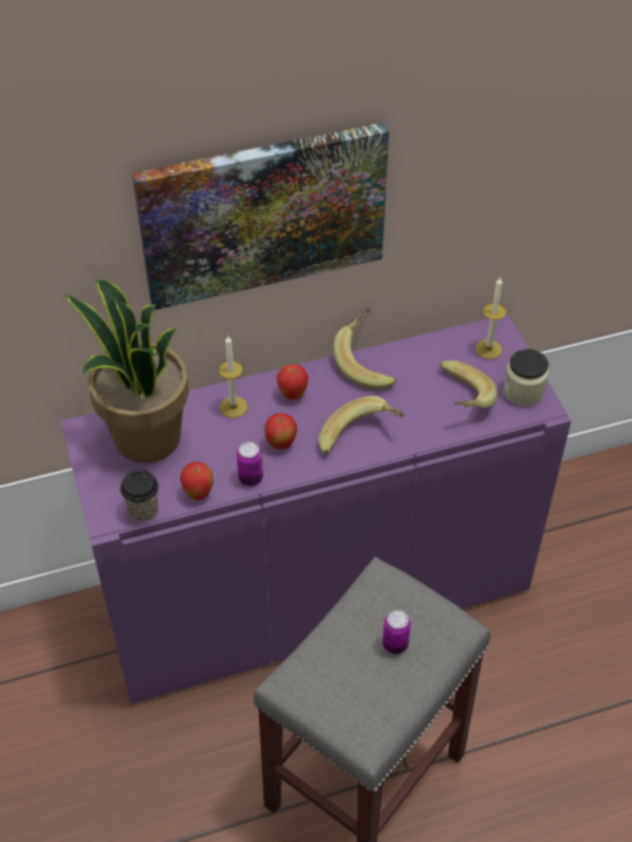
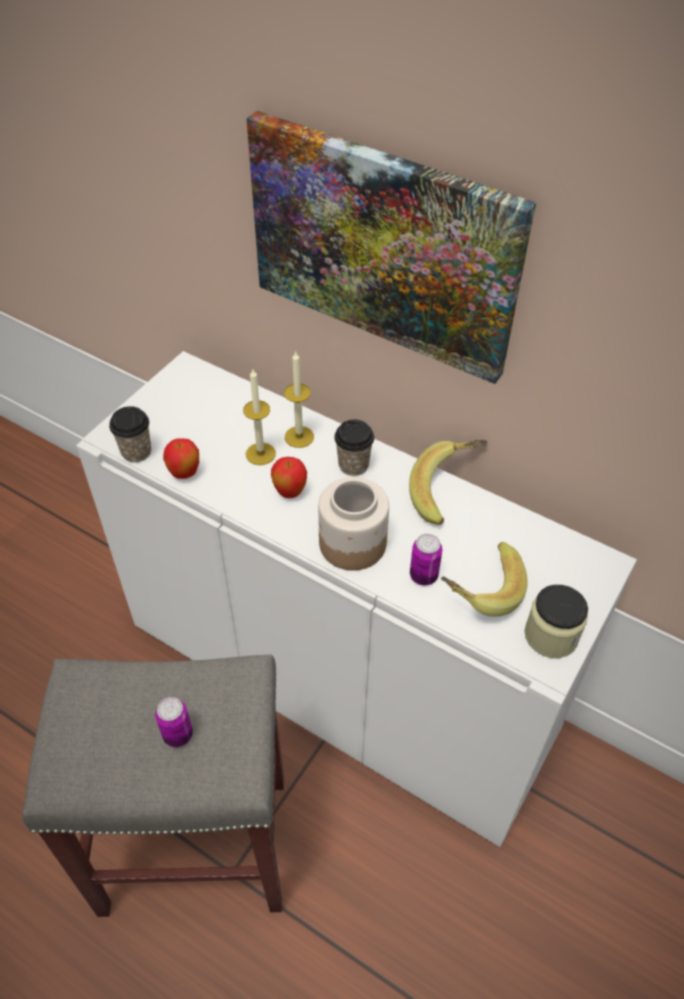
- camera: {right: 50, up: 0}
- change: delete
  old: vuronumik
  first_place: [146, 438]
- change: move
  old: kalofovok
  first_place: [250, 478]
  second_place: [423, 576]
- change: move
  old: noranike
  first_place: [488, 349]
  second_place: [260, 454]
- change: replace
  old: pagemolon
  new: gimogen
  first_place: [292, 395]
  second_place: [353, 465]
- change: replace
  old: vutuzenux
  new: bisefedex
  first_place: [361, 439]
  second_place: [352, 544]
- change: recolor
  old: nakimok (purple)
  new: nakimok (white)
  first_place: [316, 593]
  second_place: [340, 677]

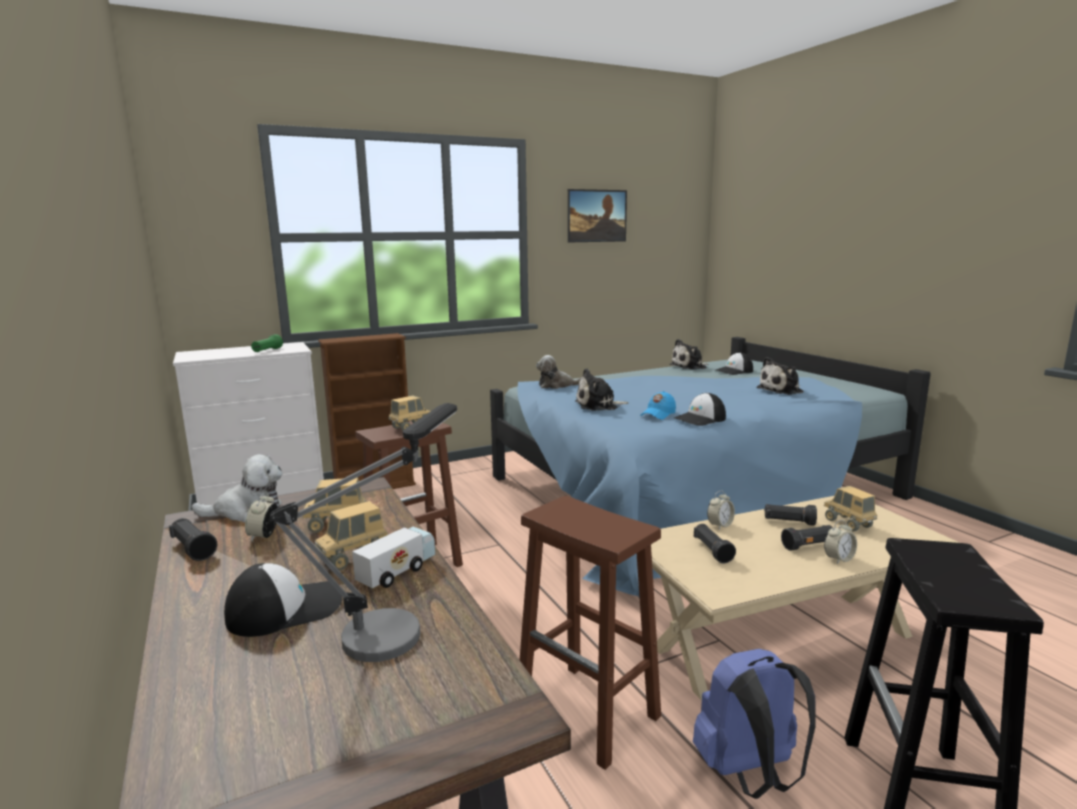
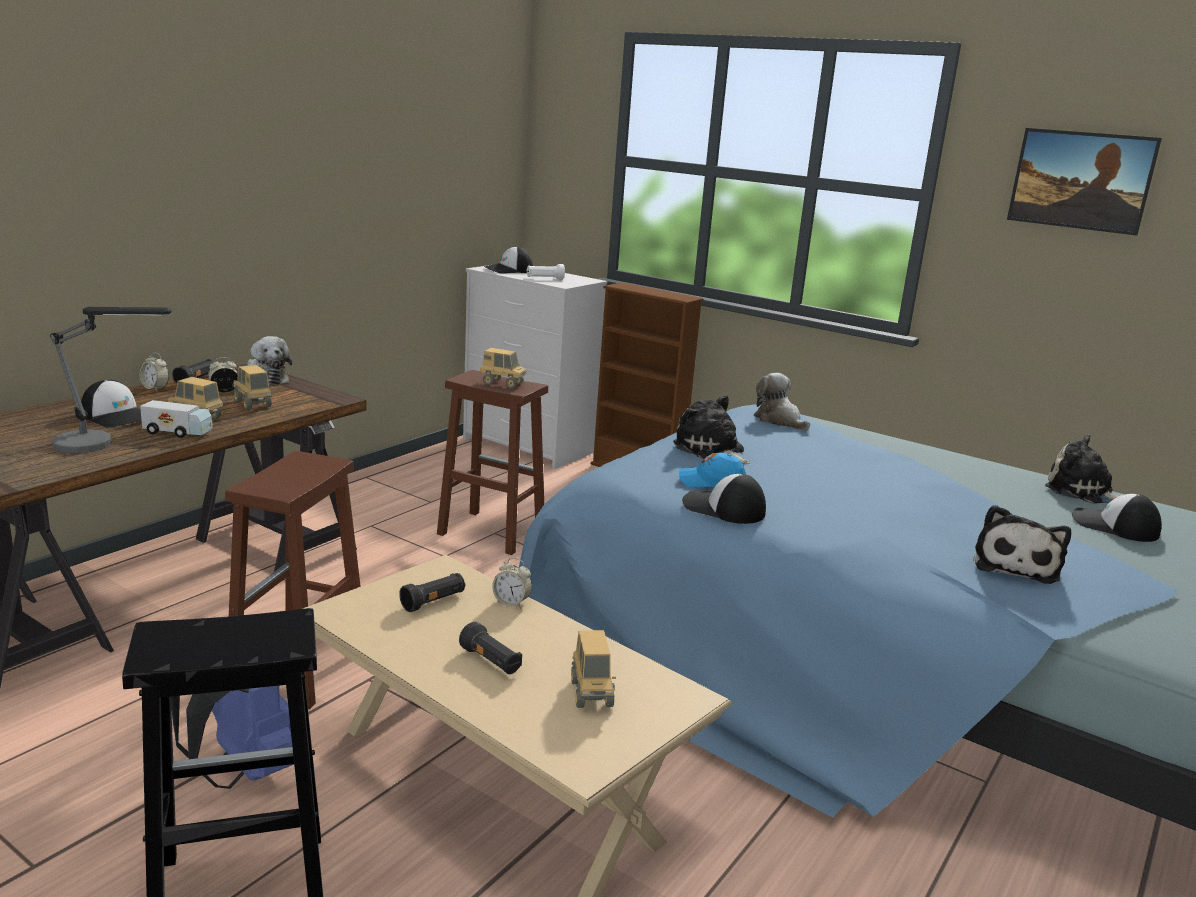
- camera: {right: 60, up: 5}
- change: delete
  old: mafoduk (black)
  first_place: [788, 522]
- change: insert
  new: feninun
  second_place: [508, 270]
- change: move
  old: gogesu
  first_place: [838, 559]
  second_place: [155, 388]
- change: recolor
  old: mafoduk (green)
  new: mafoduk (white)
  first_place: [267, 351]
  second_place: [544, 279]
- change: rotate
  old: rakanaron
  first_place: [782, 390]
  second_place: [1015, 565]
  degrees: -105
- change: rotate
  old: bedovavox
  first_place: [848, 524]
  second_place: [591, 693]
  degrees: 135

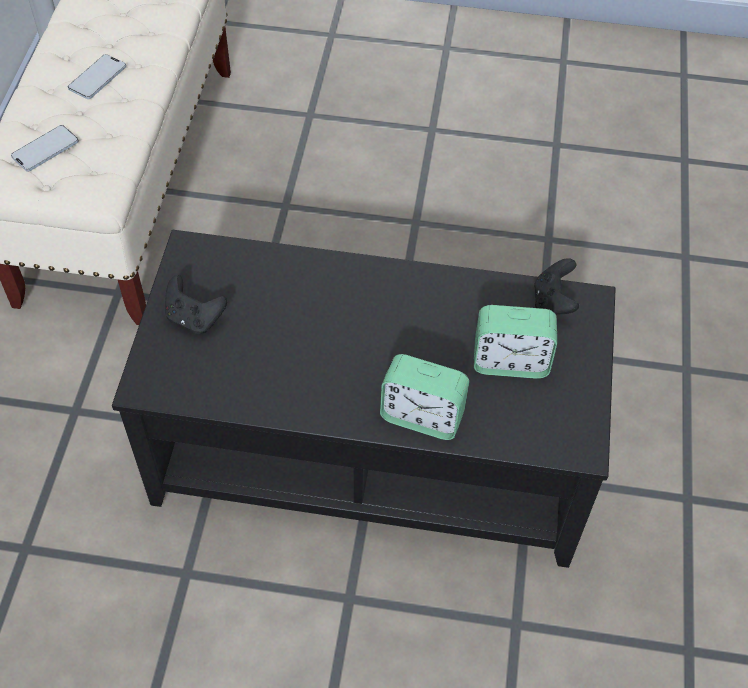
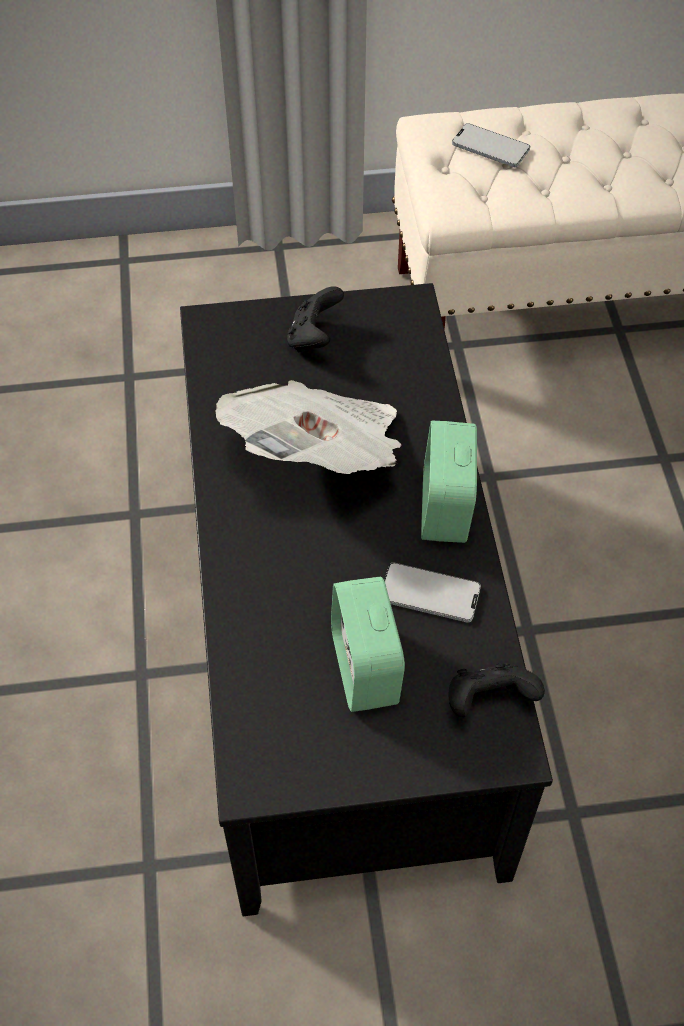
- camera: {right: 75, up: 0}
- change: insert
  new: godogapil
  second_place: [319, 455]
- change: move
  old: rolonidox
  first_place: [97, 78]
  second_place: [430, 593]
- change: move
  old: gogesu
  first_place: [422, 416]
  second_place: [445, 508]

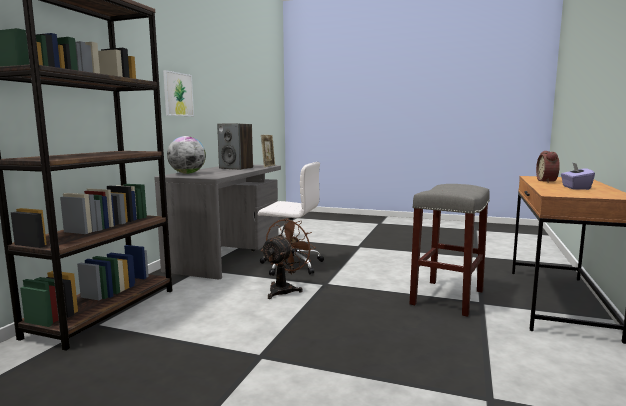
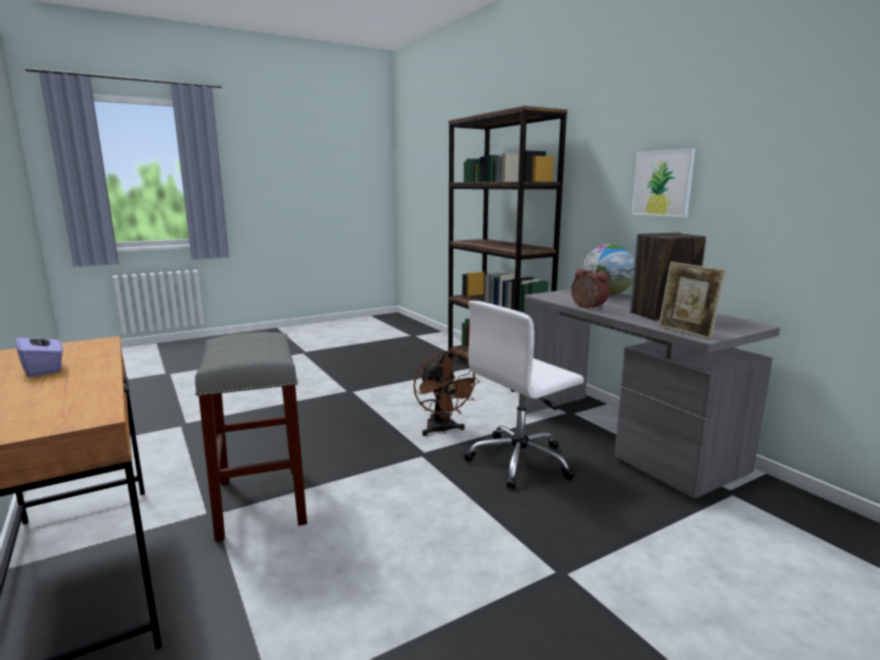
- camera: {right: 130, up: 5}
- change: move
  old: gogesu
  first_place: [548, 181]
  second_place: [587, 307]

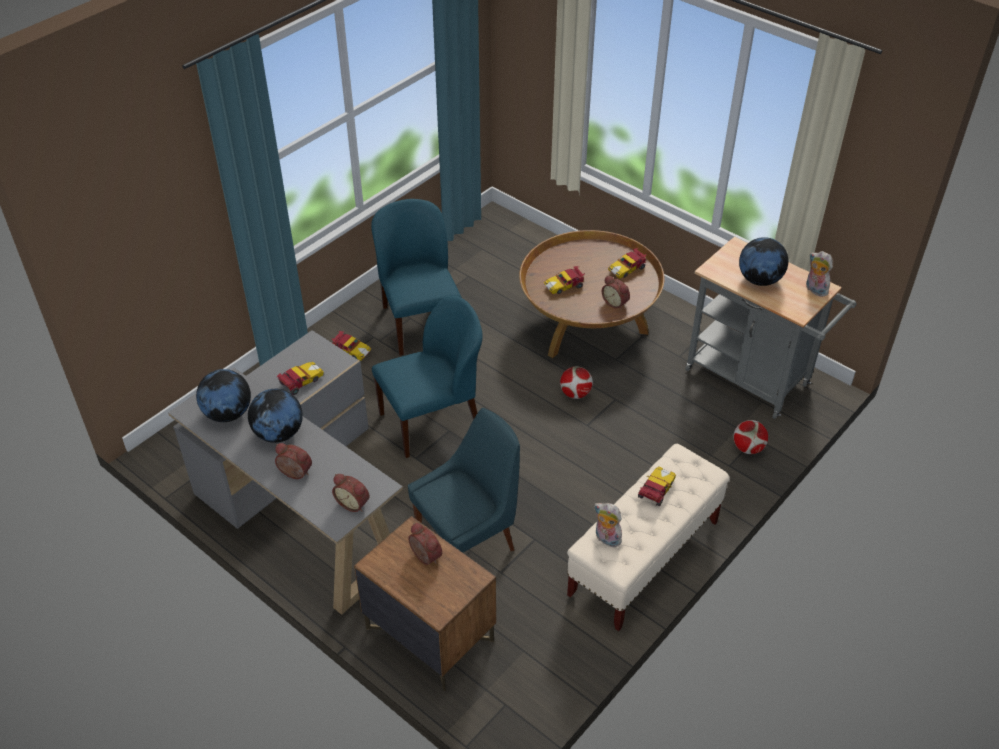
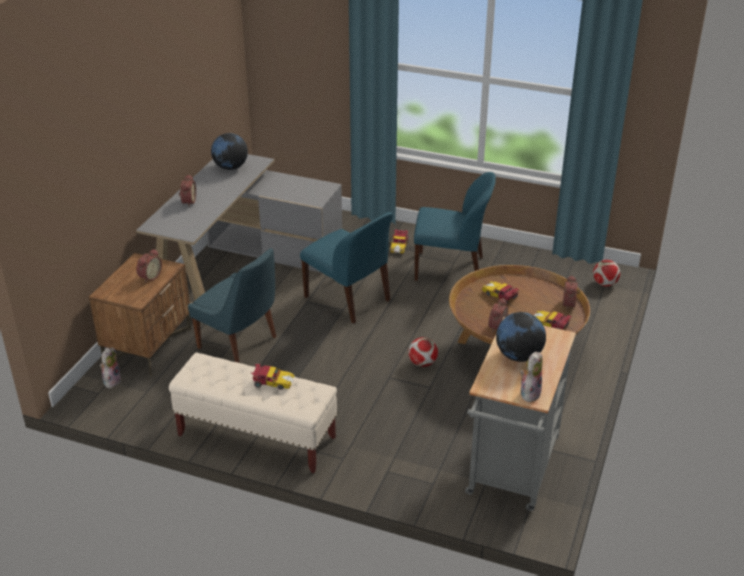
- camera: {right: 70, up: -10}
- change: delete
  old: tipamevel
  first_place: [278, 433]
- change: delete
  old: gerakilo
  first_place: [300, 382]
- change: move
  old: gogesu
  first_place: [353, 503]
  second_place: [570, 304]
- change: move
  old: rakanaron
  first_place: [606, 539]
  second_place: [111, 380]
- change: move
  old: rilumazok
  first_place: [748, 448]
  second_place: [604, 284]
- change: rotate
  old: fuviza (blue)
  first_place: [420, 323]
  second_place: [451, 268]
  degrees: 45

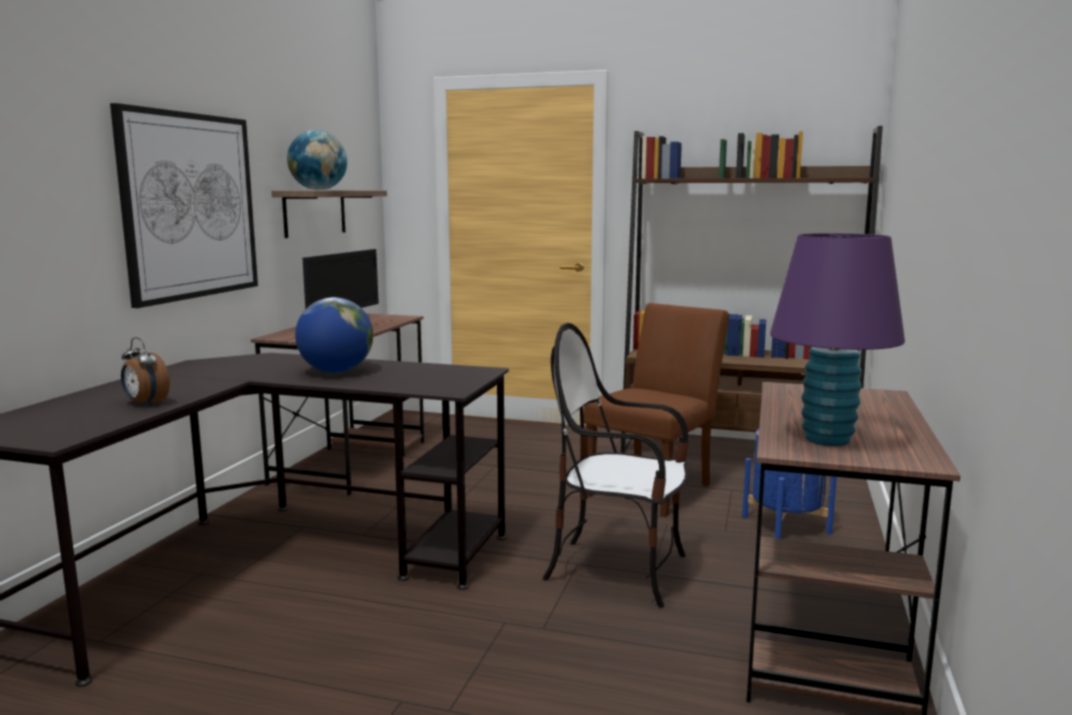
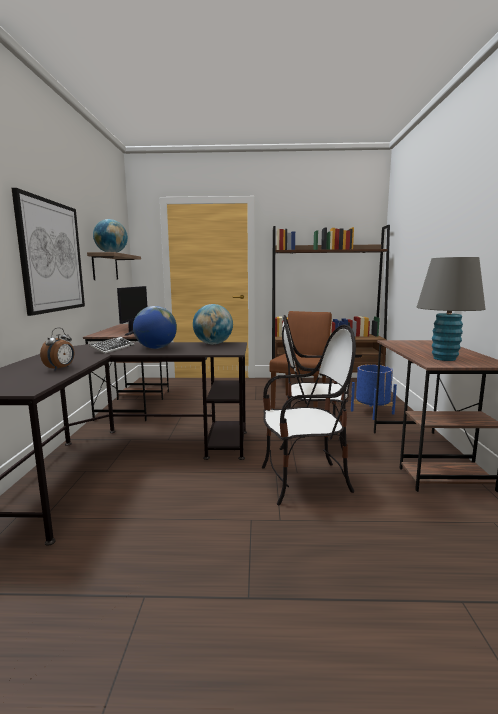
- camera: {right: -15, up: 0}
- change: insert
  new: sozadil
  second_place: [113, 348]
- change: insert
  new: tipamevel
  second_place: [213, 344]
- change: insert
  new: fuviza
  second_place: [304, 481]
- change: recolor
  old: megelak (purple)
  new: megelak (grey)
  first_place: [827, 439]
  second_place: [444, 359]
- change: rotate
  old: gogesu
  first_place: [145, 403]
  second_place: [61, 368]
  degrees: -90

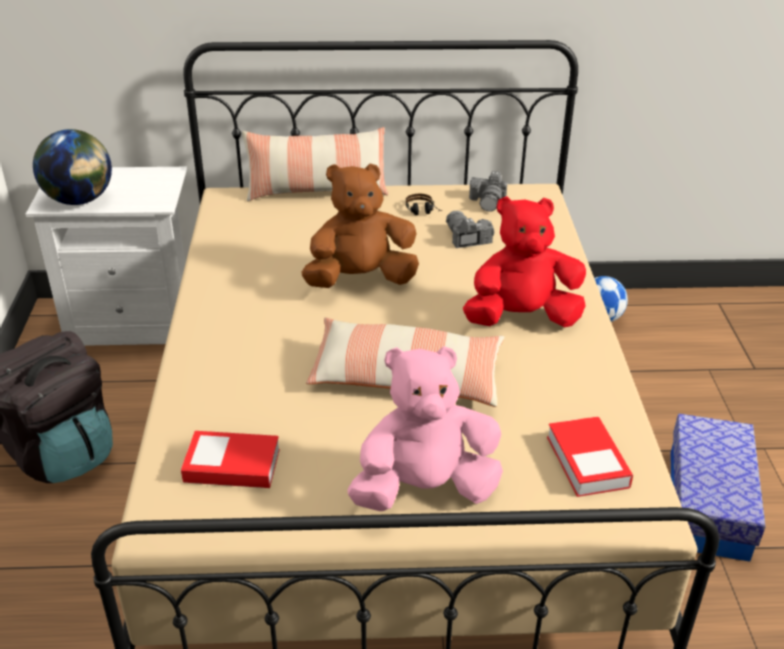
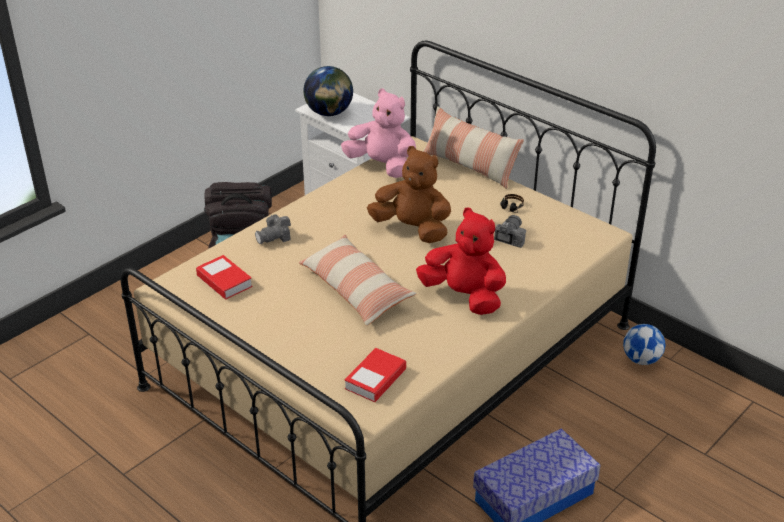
- camera: {right: 45, up: 0}
- change: move
  old: rakanaron (pink)
  first_place: [425, 489]
  second_place: [382, 166]
- change: move
  old: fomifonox
  first_place: [488, 201]
  second_place: [275, 237]

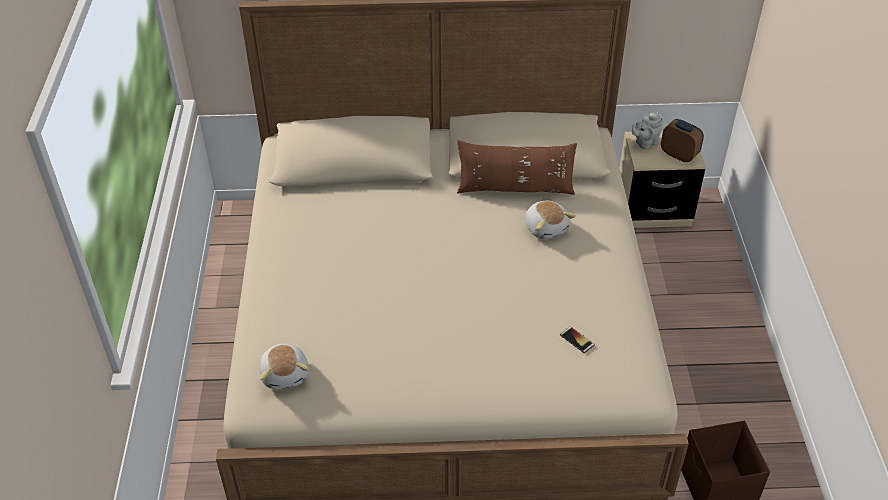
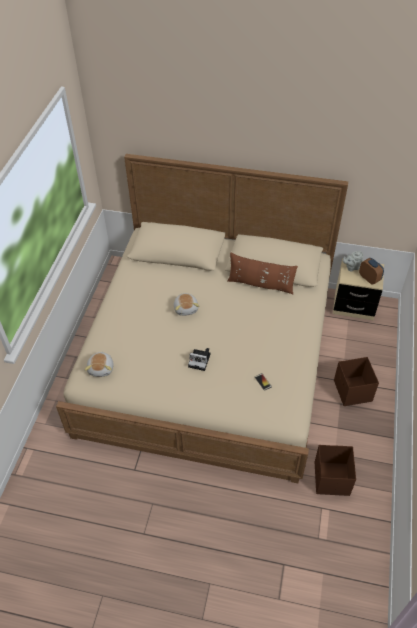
- camera: {right: 15, up: 5}
- change: insert
  new: fomifonox
  second_place: [200, 360]
- change: insert
  new: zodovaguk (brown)
  second_place: [352, 391]
- change: move
  old: rakanaron
  first_place: [546, 227]
  second_place: [186, 308]

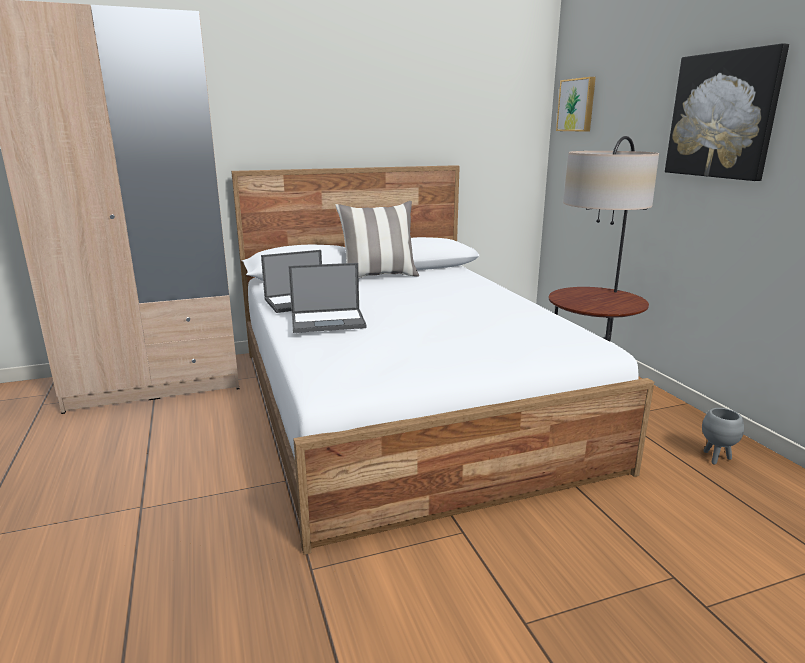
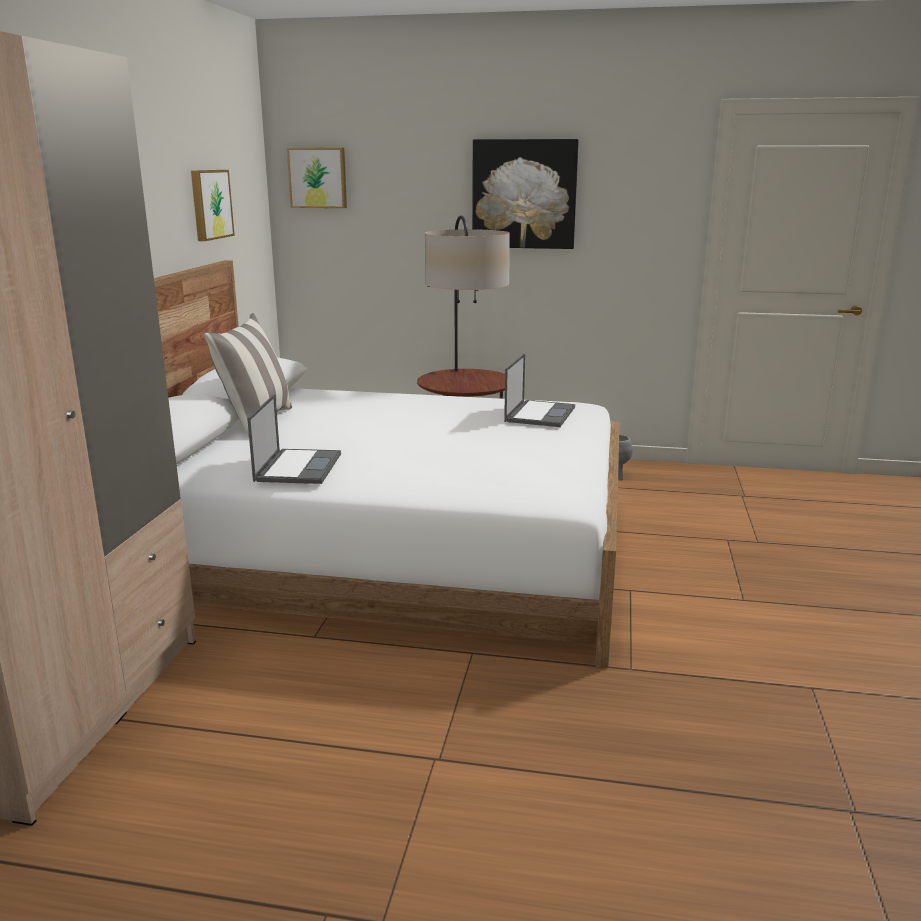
- camera: {right: -60, up: 0}
- change: insert
  new: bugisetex
  second_place: [209, 204]
- change: move
  old: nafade
  first_place: [329, 321]
  second_place: [540, 414]

